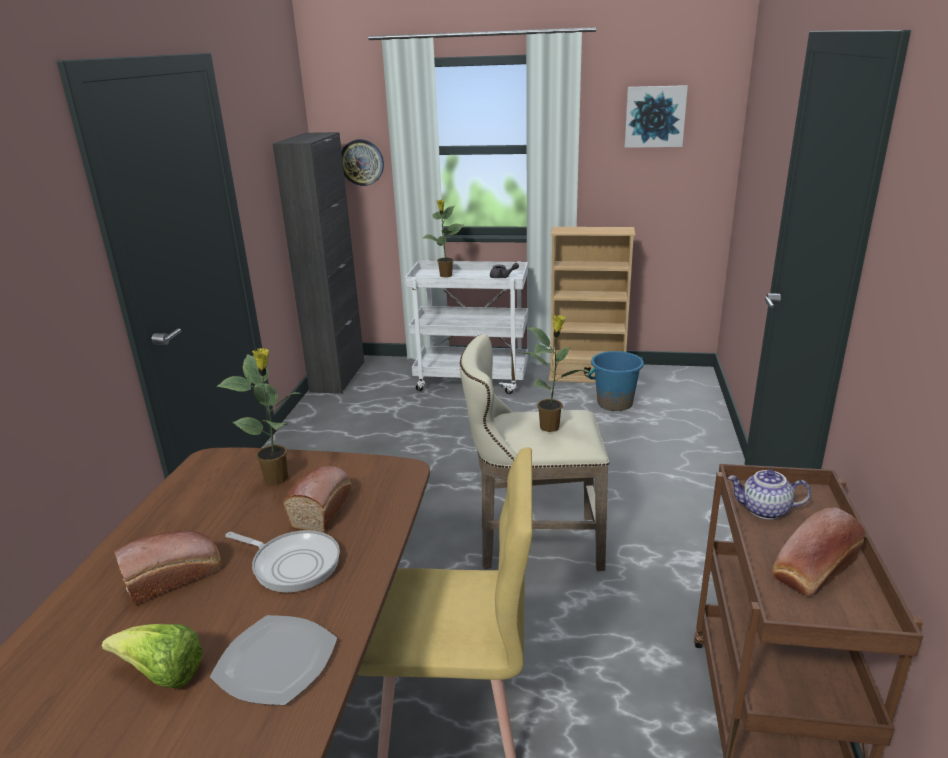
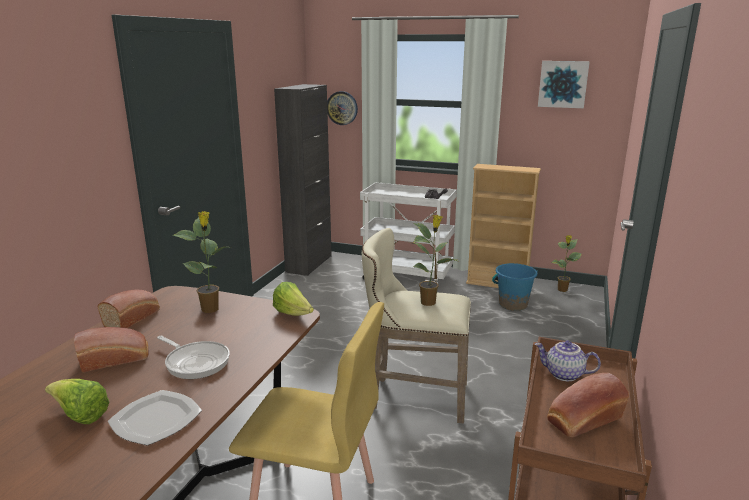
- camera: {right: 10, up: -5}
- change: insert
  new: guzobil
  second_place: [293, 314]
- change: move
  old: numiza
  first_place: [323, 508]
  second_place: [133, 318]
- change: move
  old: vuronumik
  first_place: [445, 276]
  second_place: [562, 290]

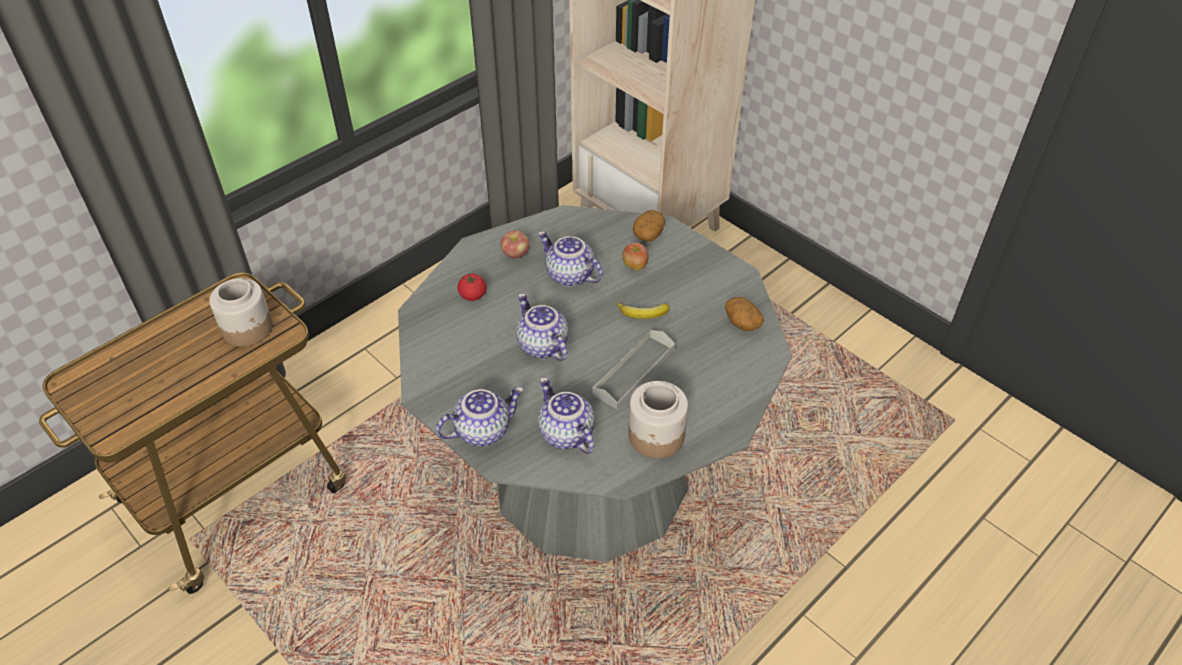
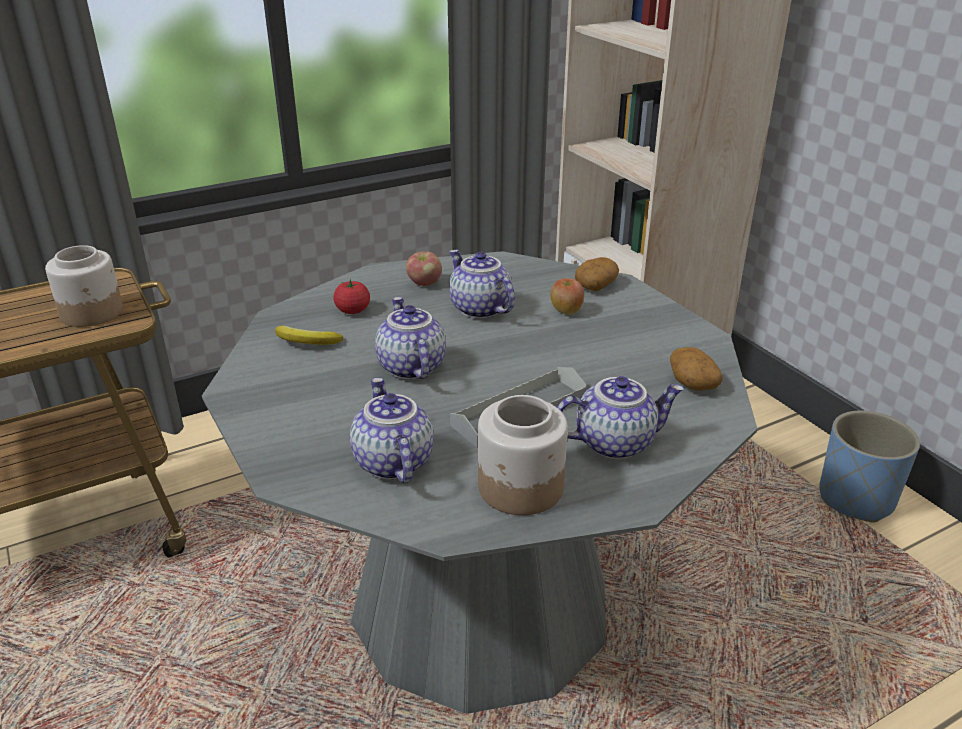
- camera: {right: 15, up: -15}
- change: insert
  new: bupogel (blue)
  second_place: [855, 498]
- change: move
  old: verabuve
  first_place: [482, 429]
  second_place: [614, 442]
- change: move
  old: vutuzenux
  first_place: [643, 314]
  second_place: [306, 342]

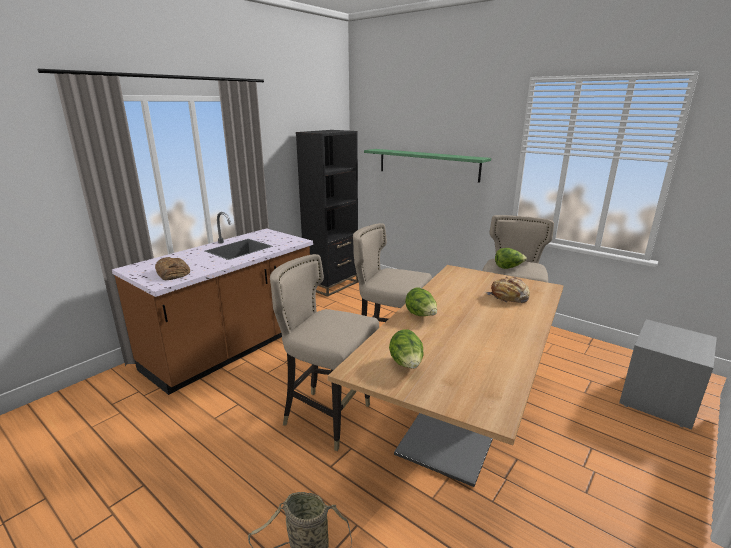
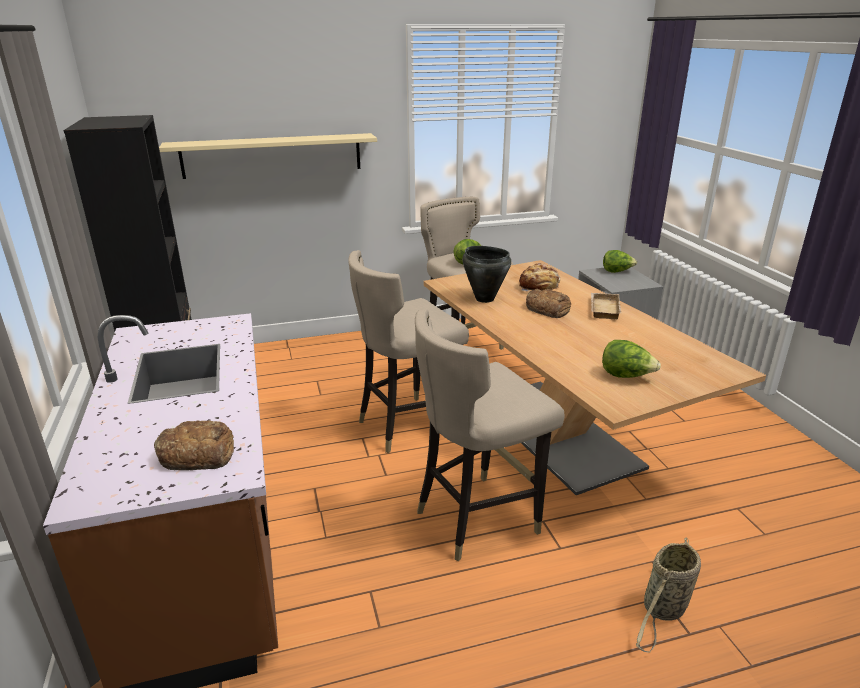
- camera: {right: -55, up: 5}
- change: insert
  new: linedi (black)
  second_place: [484, 299]
- change: insert
  new: numiza
  second_place: [547, 308]
- change: insert
  new: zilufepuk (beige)
  second_place: [603, 309]
- change: move
  old: guzobil
  first_place: [421, 315]
  second_place: [617, 271]
- change: recolor
  old: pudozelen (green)
  new: pudozelen (beige)
  first_place: [427, 164]
  second_place: [272, 155]

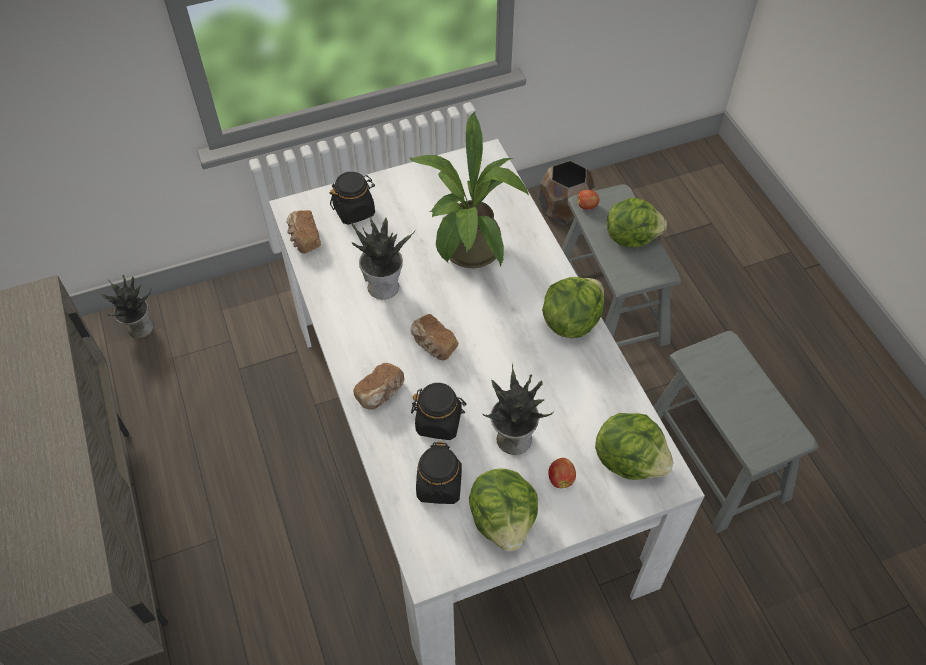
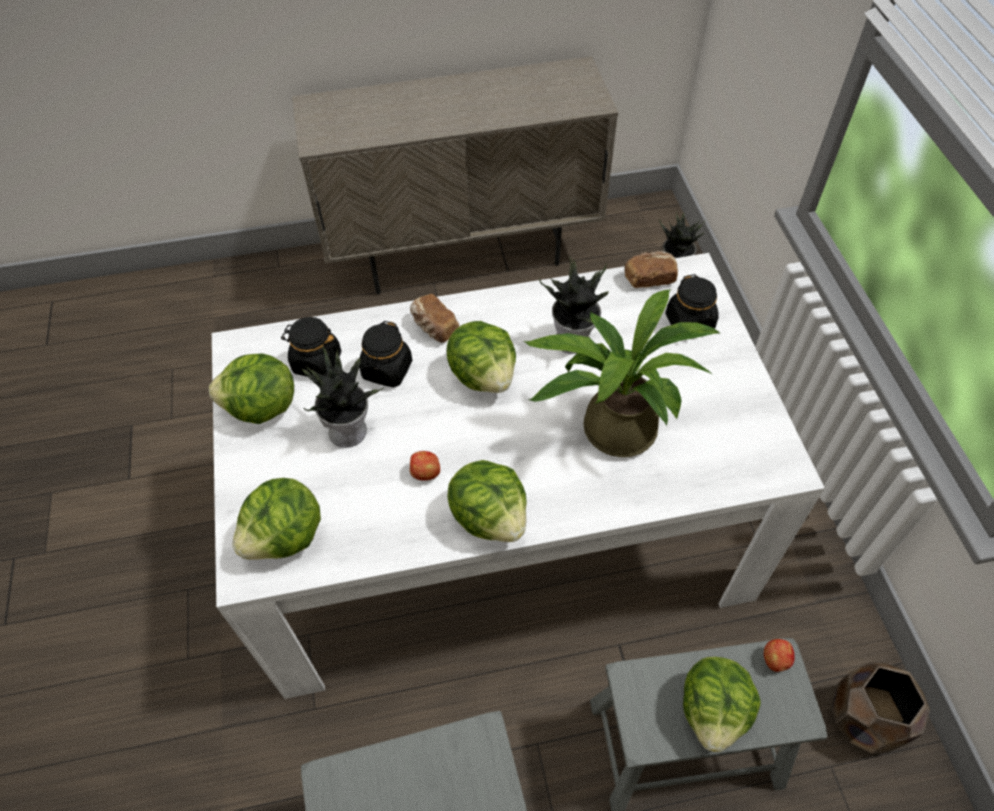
- camera: {right: 100, up: 0}
- change: move
  old: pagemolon
  first_place: [560, 478]
  second_place: [426, 473]
- change: replace
  old: numiza
  new: guzobil
  first_place: [433, 345]
  second_place: [484, 375]

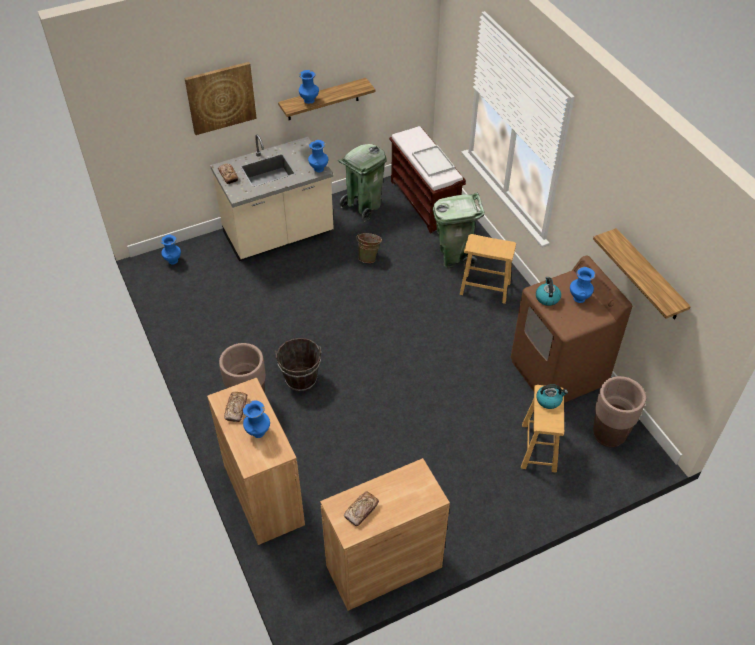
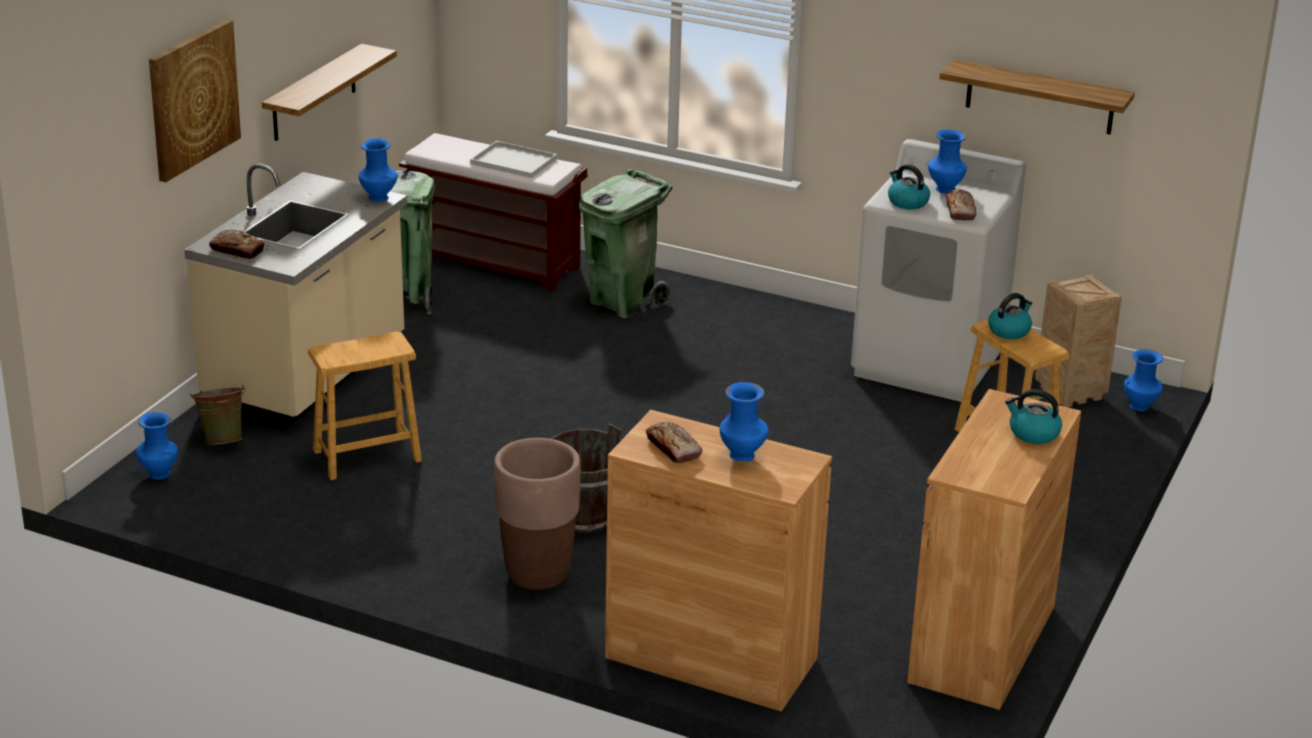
- camera: {right: -40, up: -20}
- change: insert
  new: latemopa
  second_place: [1033, 433]
- change: move
  old: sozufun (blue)
  first_place: [309, 101]
  second_place: [1140, 407]
- change: move
  old: numiza
  first_place: [361, 511]
  second_place: [960, 210]
- change: move
  old: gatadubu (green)
  first_place: [369, 257]
  second_place: [222, 439]
- change: move
  old: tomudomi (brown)
  first_place: [485, 288]
  second_place: [367, 455]
- change: replace
  old: bupogel (brown)
  new: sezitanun
  first_place: [608, 435]
  second_place: [1070, 394]
- change: recolor
  old: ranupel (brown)
  new: ranupel (white)
  first_place: [558, 373]
  second_place: [929, 363]

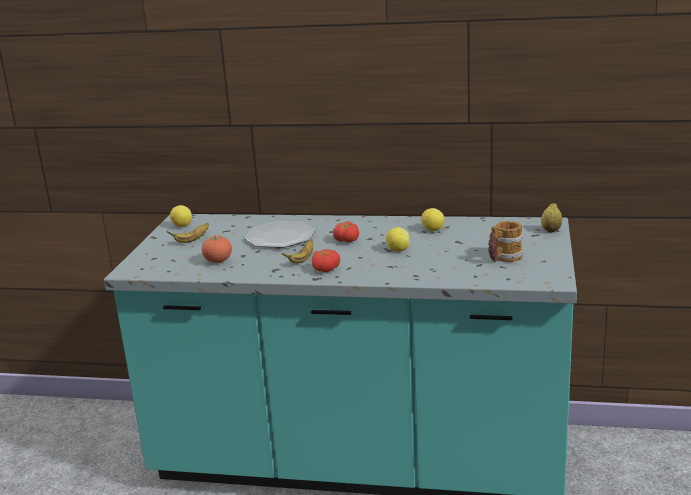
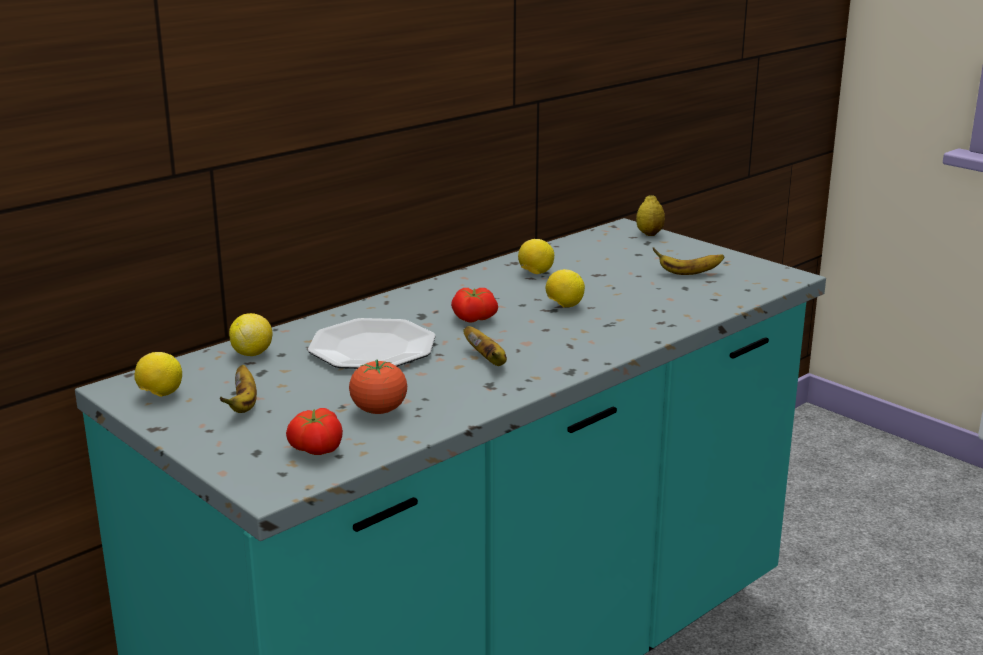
- camera: {right: -55, up: 0}
- change: insert
  new: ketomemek
  second_place: [252, 353]
- change: move
  old: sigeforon
  first_place: [325, 269]
  second_place: [315, 449]
- change: replace
  old: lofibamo
  new: vutuzenux
  first_place: [504, 258]
  second_place: [688, 273]

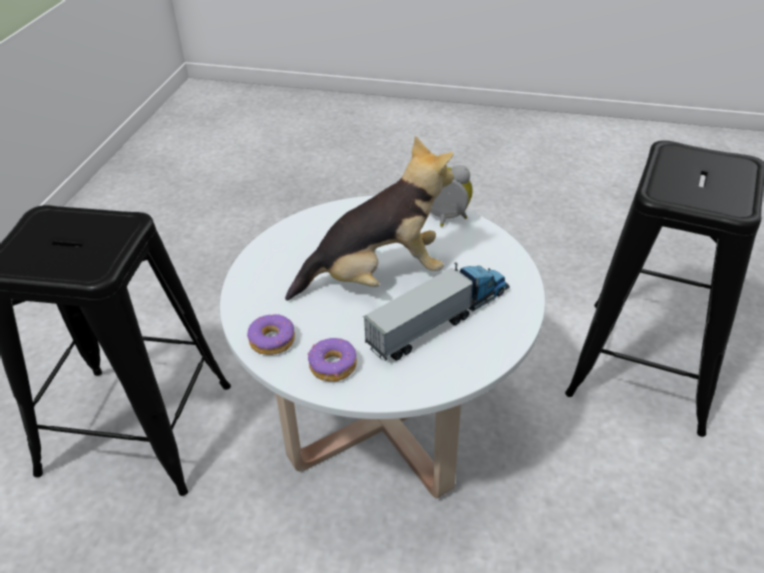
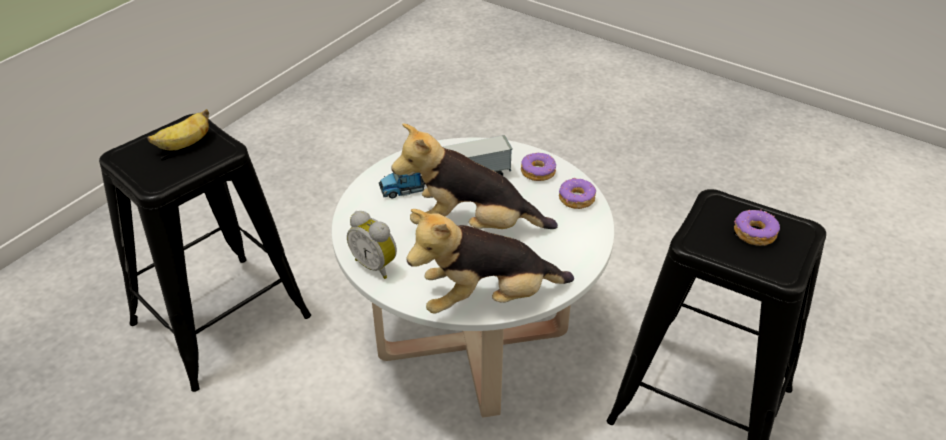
- camera: {right: -160, up: 0}
- change: insert
  new: vutuzenux
  second_place: [184, 145]
- change: insert
  new: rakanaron
  second_place: [487, 299]
- change: insert
  new: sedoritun
  second_place: [754, 233]

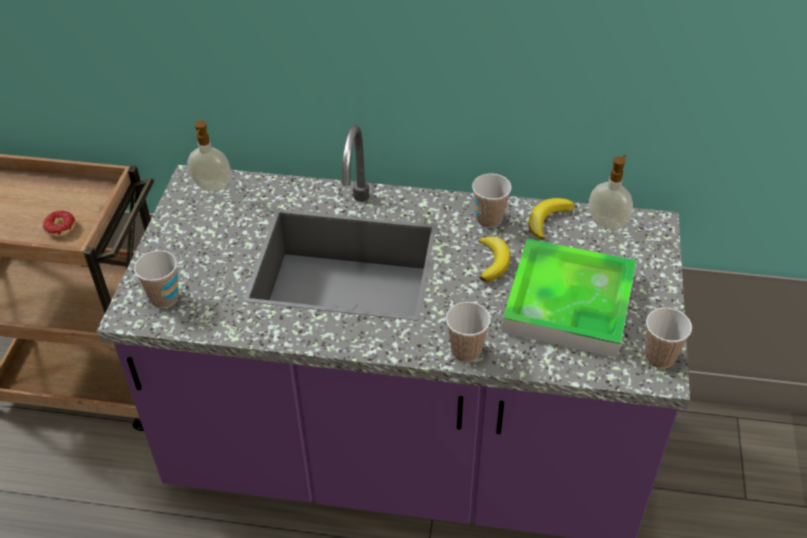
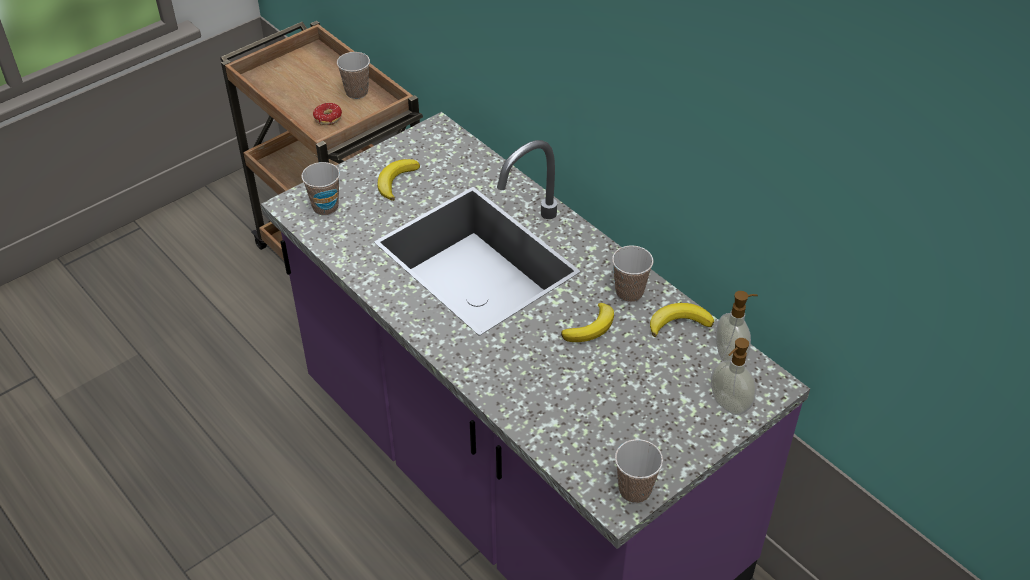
- camera: {right: 40, up: 0}
- change: delete
  old: zilufepuk
  first_place: [568, 303]
- change: insert
  new: vutuzenux
  second_place: [396, 181]
- change: move
  old: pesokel
  first_place: [212, 187]
  second_place: [728, 405]
- change: move
  old: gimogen
  first_place: [466, 351]
  second_place: [356, 92]

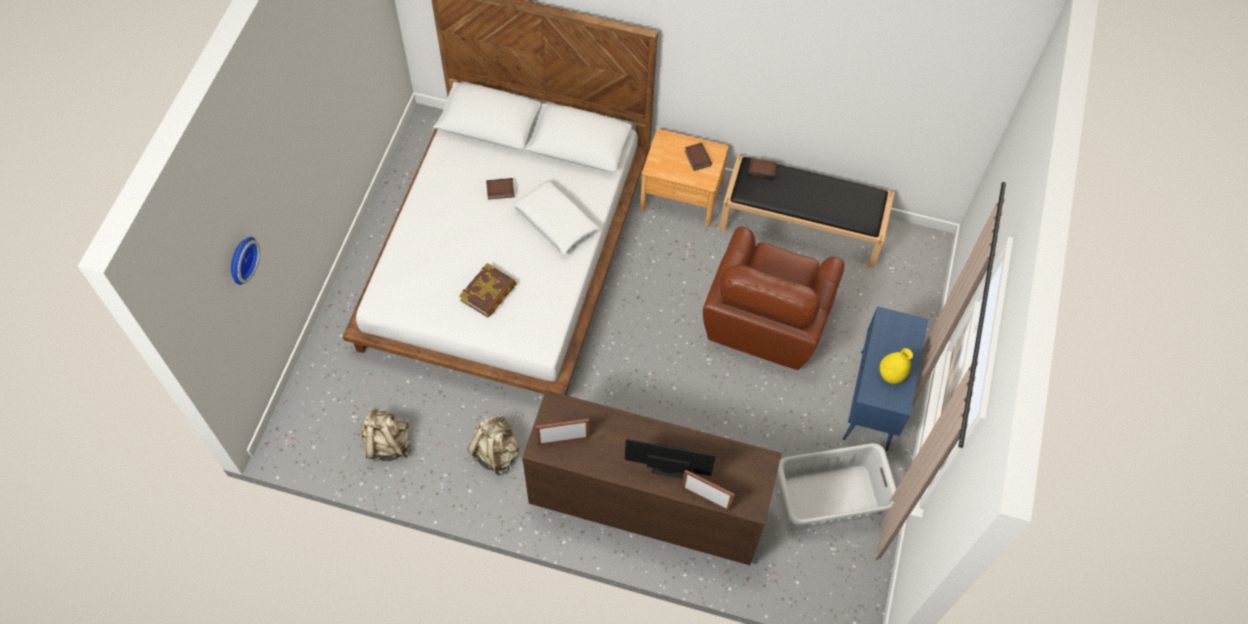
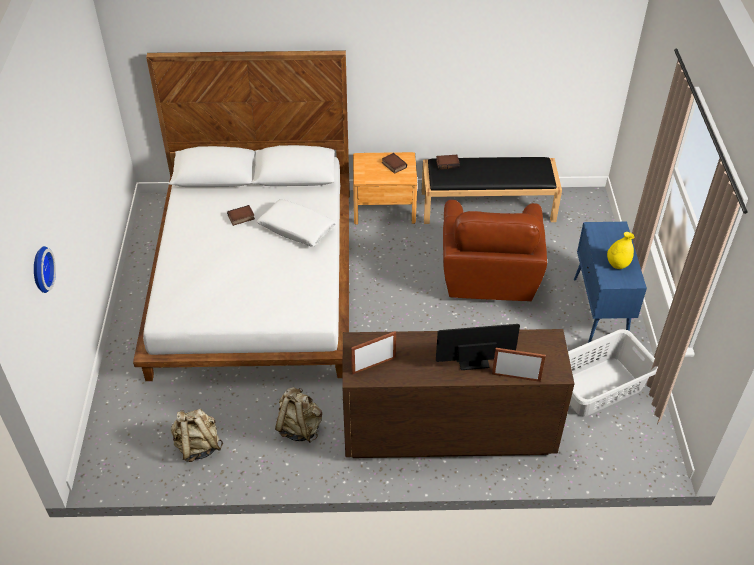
- camera: {right: -15, up: -15}
- change: delete
  old: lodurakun
  first_place: [488, 293]

